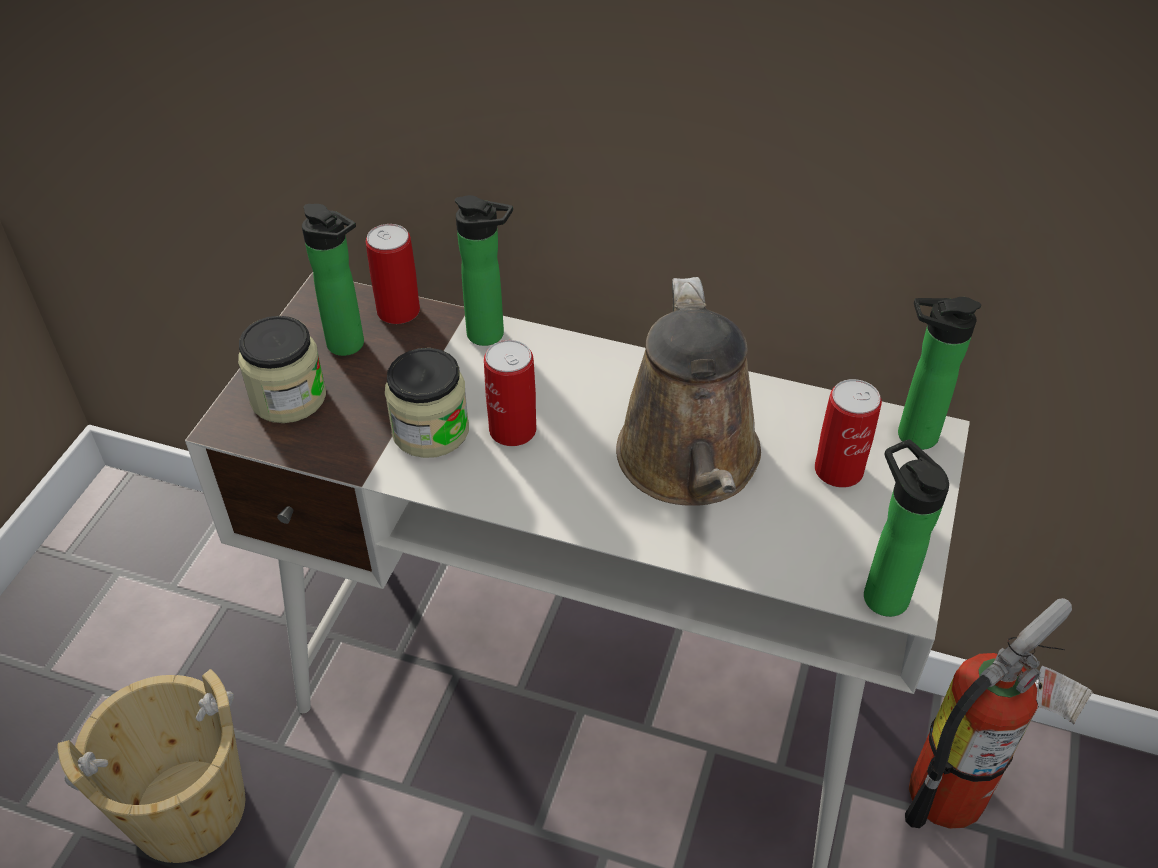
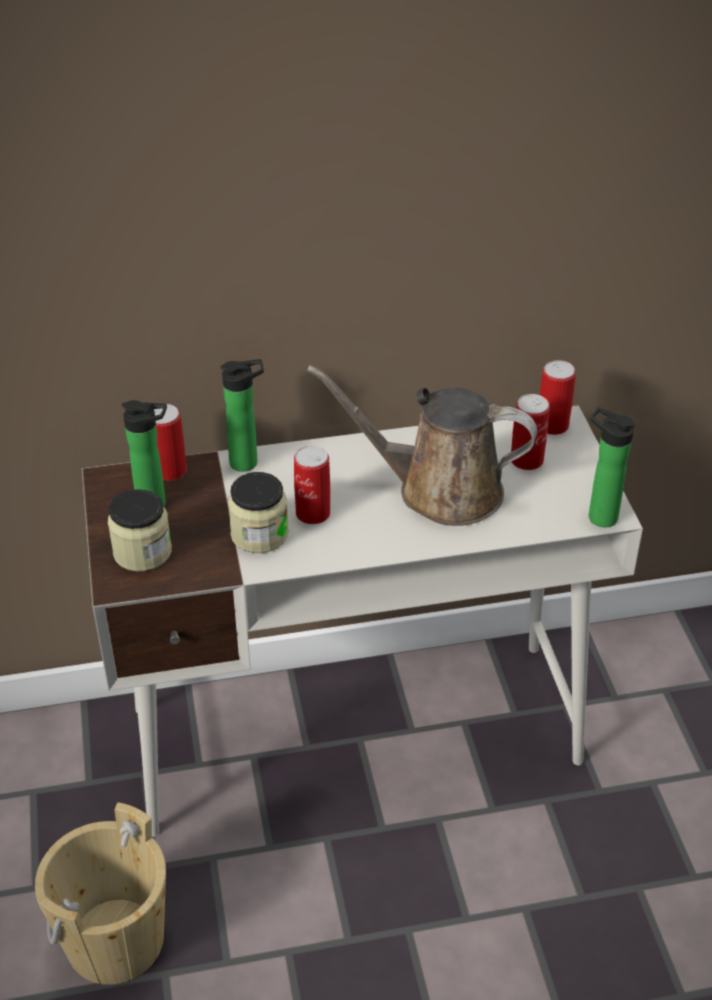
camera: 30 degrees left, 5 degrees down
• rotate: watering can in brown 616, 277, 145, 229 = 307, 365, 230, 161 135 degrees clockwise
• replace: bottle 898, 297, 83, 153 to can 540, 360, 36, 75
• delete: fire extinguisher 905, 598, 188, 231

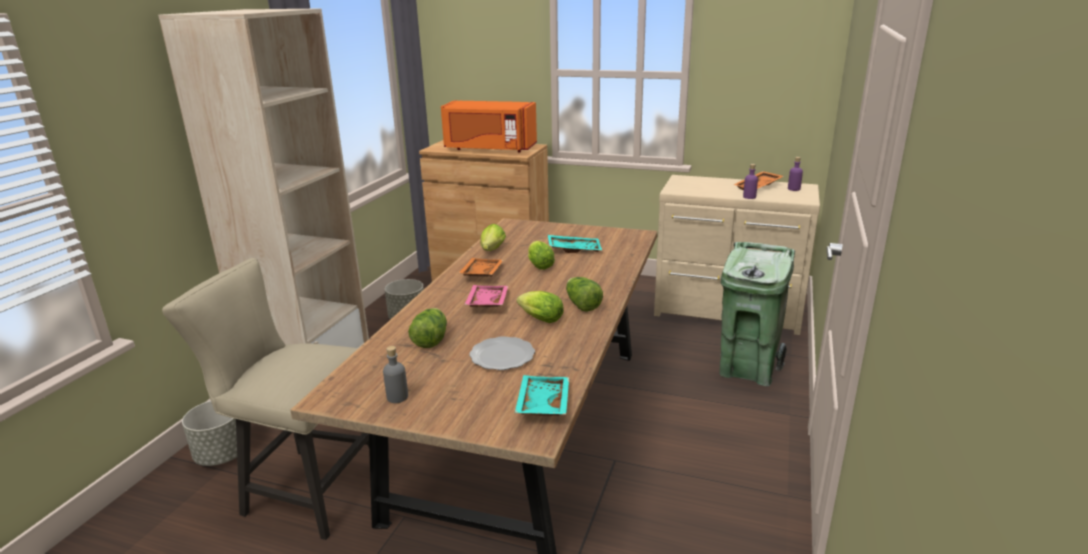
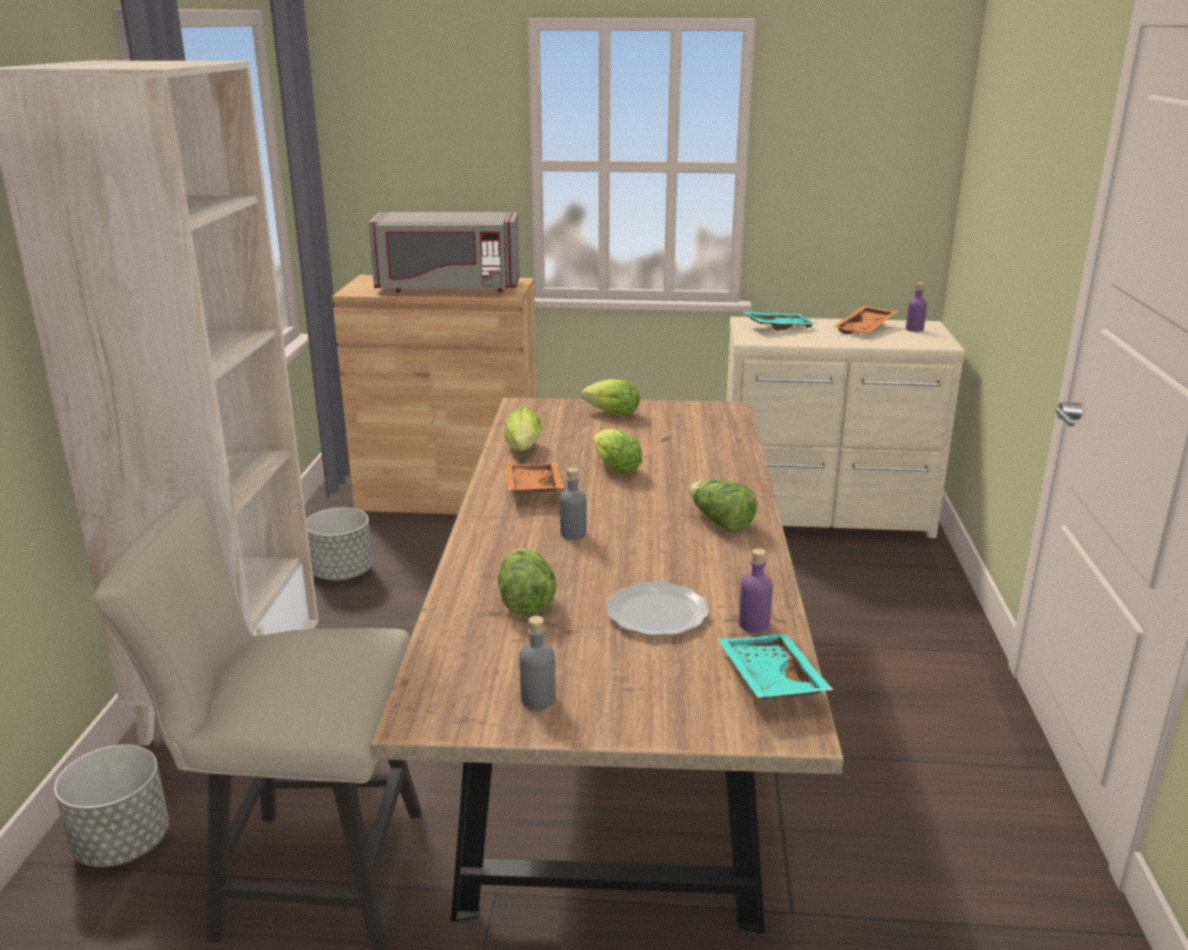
camera: 15 degrees left, 0 degrees up
• recolor: microwave in orange 441, 101, 96, 51 to microwave in grey 368, 212, 152, 80
• move: bottle in purple 743, 164, 15, 35 to 739, 548, 34, 84
• move: tray in turquoise 548, 235, 54, 18 to 742, 311, 75, 19
• delete: trash can in green 719, 242, 76, 144
• replace: tray in pink 464, 285, 44, 22 to bottle in grey 560, 467, 27, 73
• move: lettuce 517, 291, 47, 32 to 582, 379, 58, 37

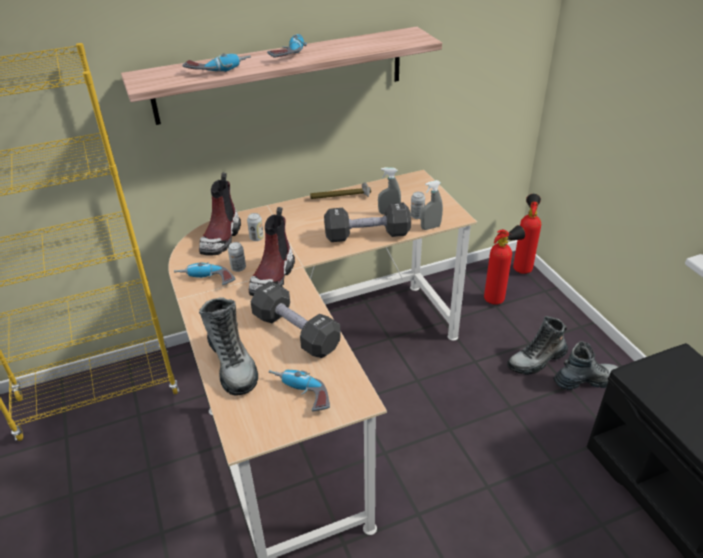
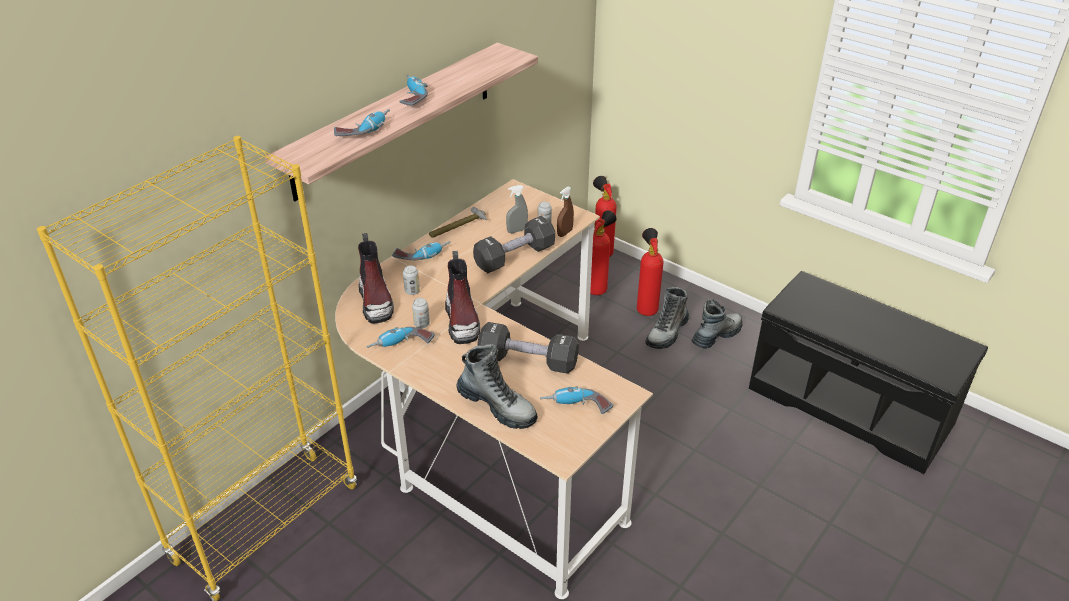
camera: 30 degrees left, 0 degrees up
• recolor: spray bottle in grey 421, 180, 22, 50 to spray bottle in brown 557, 187, 17, 50
• insert: fire extinguisher 637, 228, 26, 88
• insert: power drill 392, 241, 58, 19

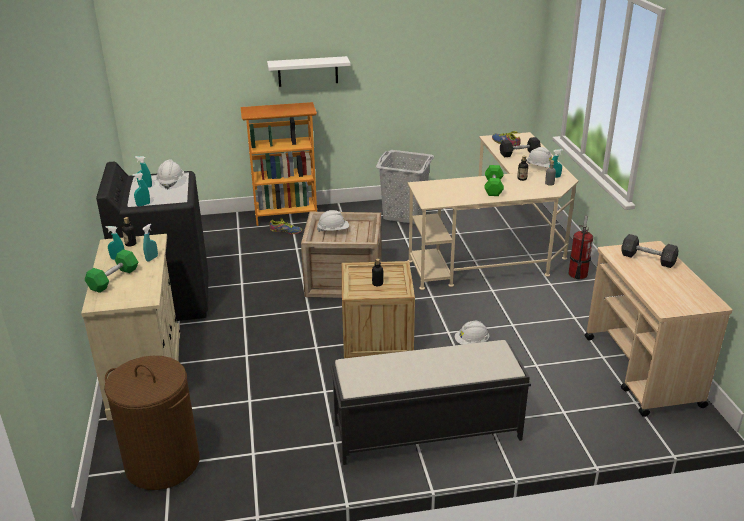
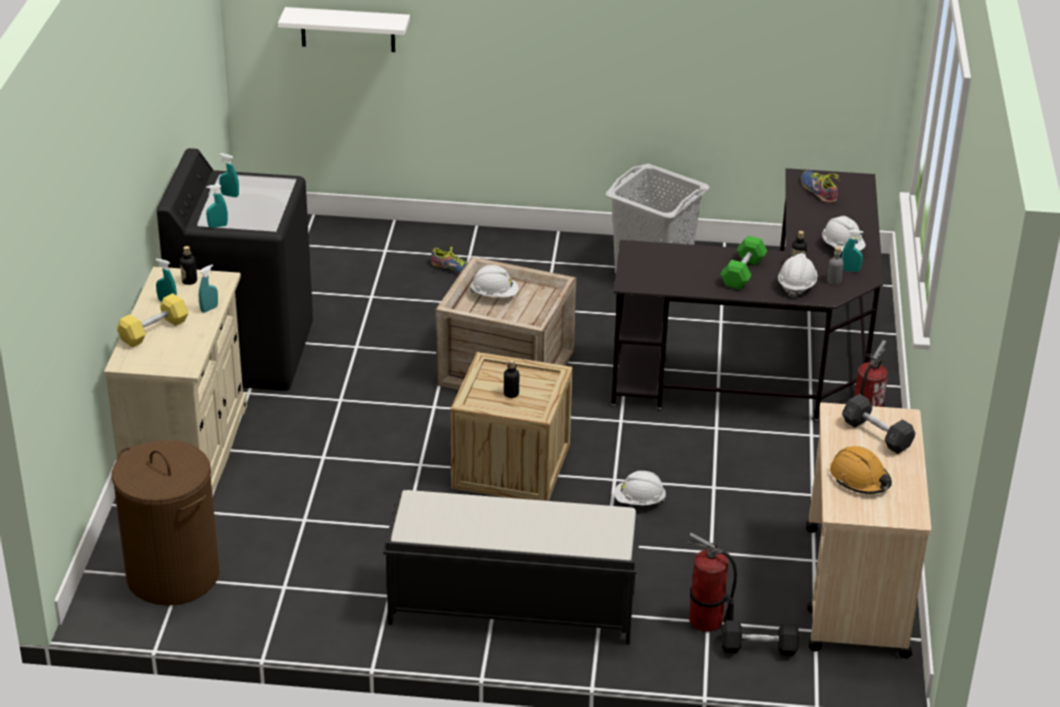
camera: 15 degrees right, 5 degrees up
• move: shelf in white 267, 56, 84, 31 to 278, 7, 132, 45
• delete: bookcase 241, 102, 76, 124
• recolor: desk in beige 408, 132, 170, 158 to desk in black 609, 168, 274, 254
• move: dumbbell in black 500, 137, 41, 20 to 721, 620, 78, 36
• move: hard hat in white 156, 159, 28, 30 to 778, 253, 40, 45
• recolor: dumbbell in green 84, 249, 54, 44 to dumbbell in yellow 117, 293, 71, 54
• insert: hard hat in orange 830, 446, 62, 48
• insert: fire extinguisher 687, 532, 50, 100

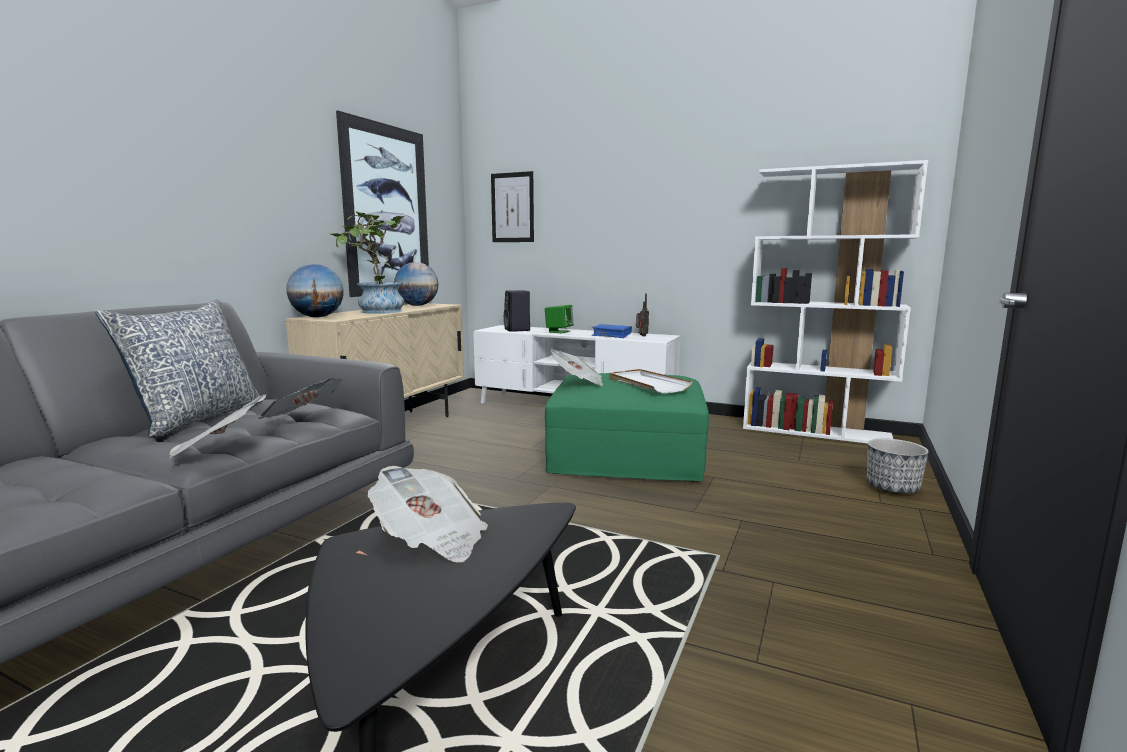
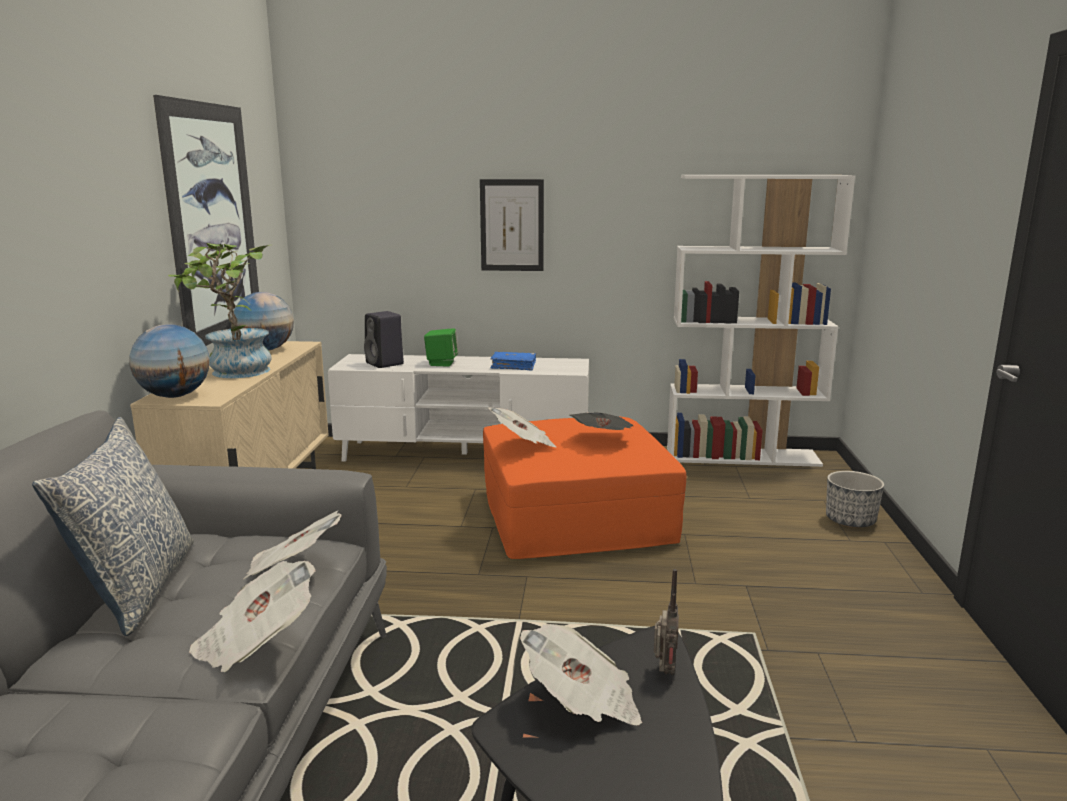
camera: 20 degrees left, 5 degrees up
• move: picture 491, 171, 43, 71 to 480, 179, 64, 92
• move: radio 636, 293, 13, 43 to 654, 569, 25, 106
• replace: tray in white 609, 369, 83, 24 to newspaper 569, 413, 64, 17
• recolor: ottoman in green 545, 373, 164, 109 to ottoman in orange 483, 416, 203, 143

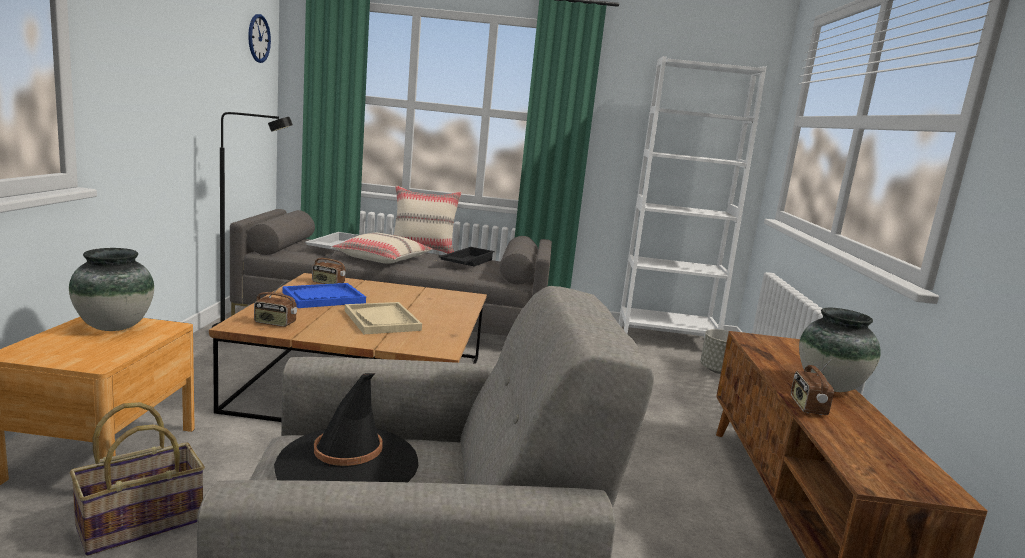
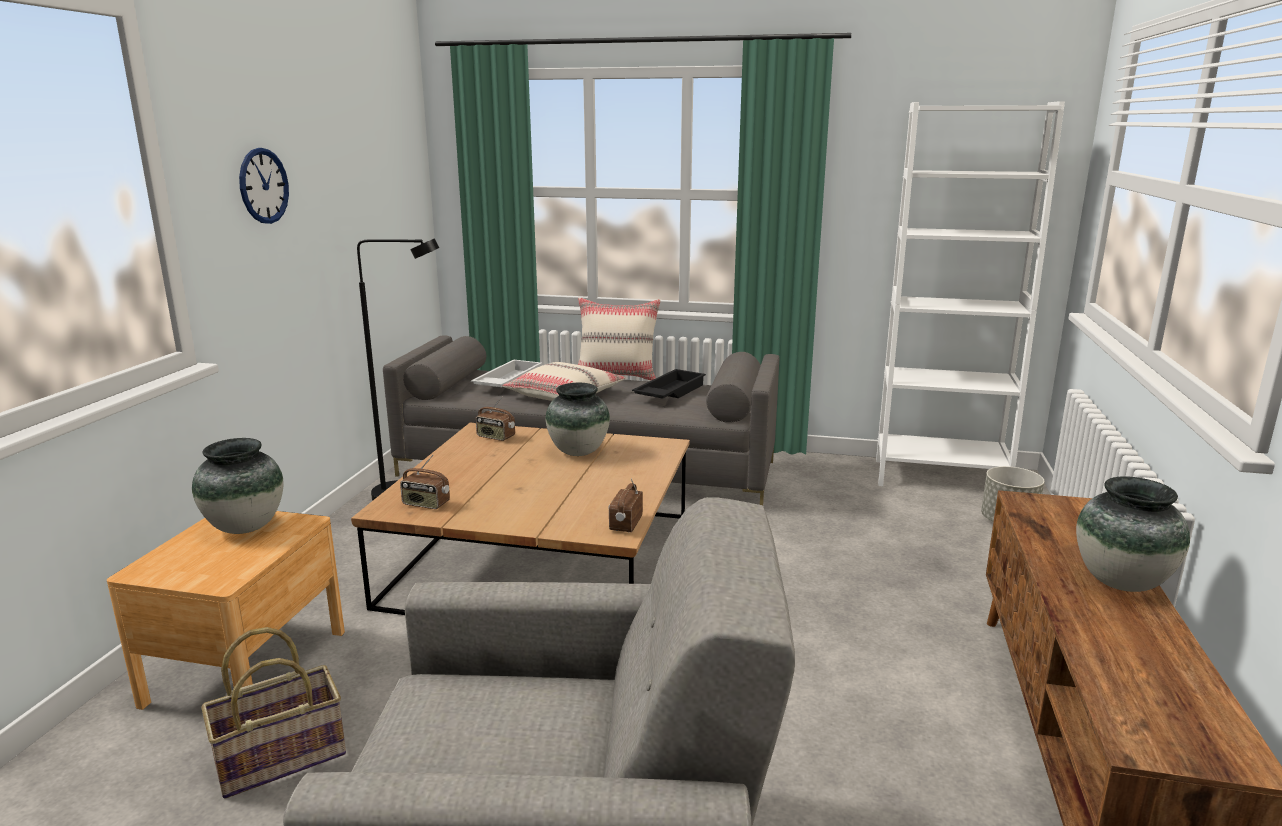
camera: 10 degrees right, 5 degrees up
• move: wall clock 248, 14, 23, 49 to 239, 148, 50, 76
• delete: tray in blue 283, 283, 83, 25
• delete: tray in beige 345, 302, 77, 32
• move: radio 791, 359, 43, 56 to 608, 478, 35, 54
• delete: hat in black 274, 373, 144, 109
• insert: vase 545, 383, 65, 73

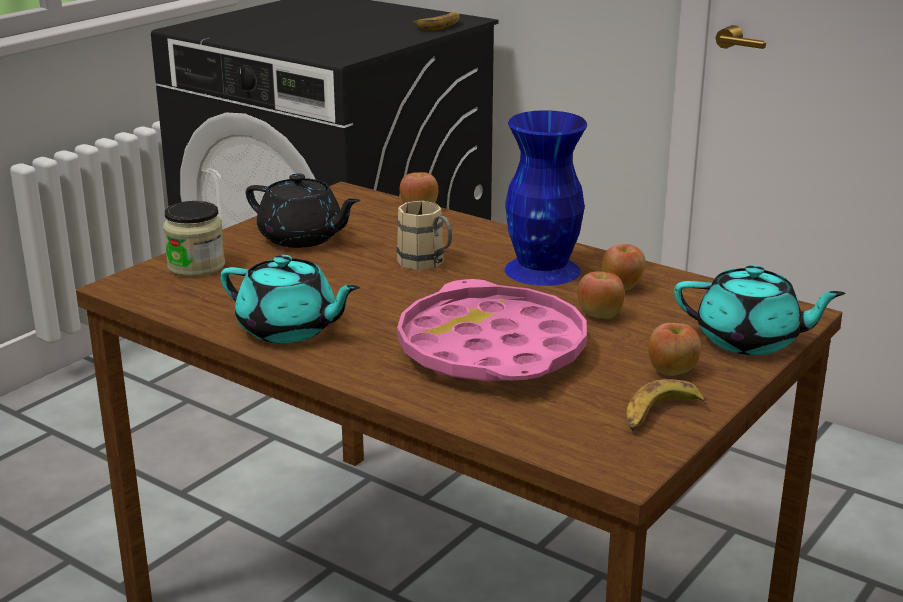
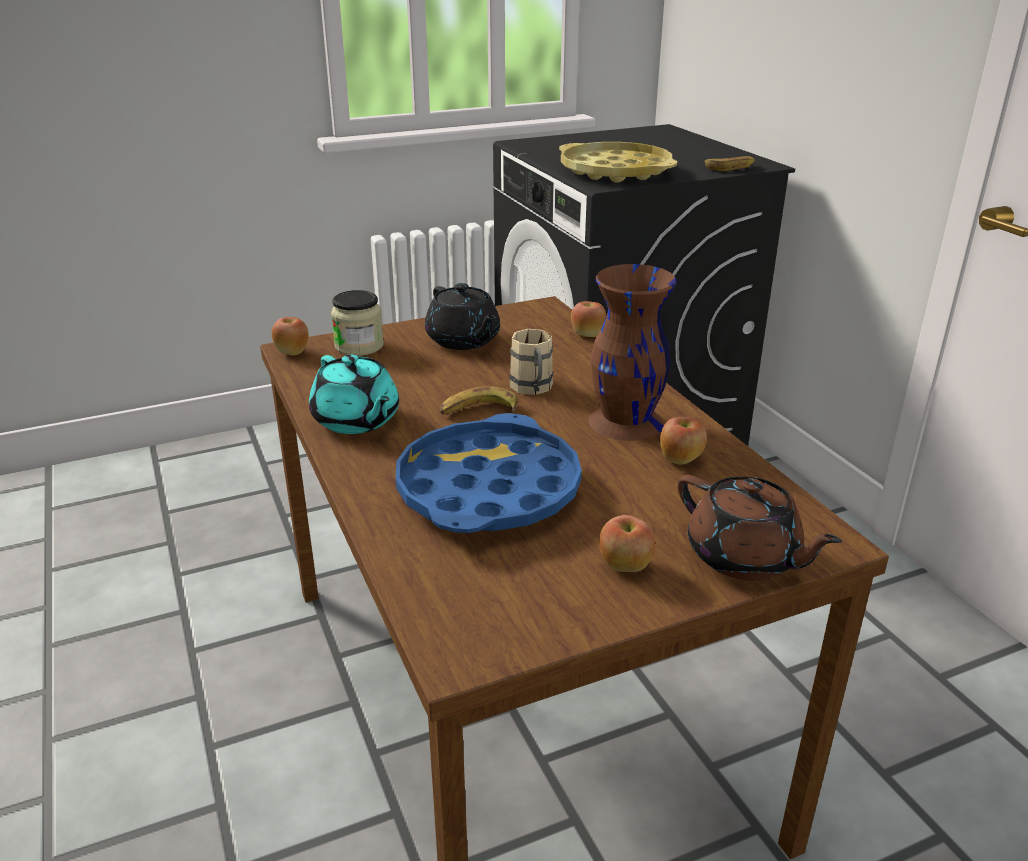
camera: 30 degrees right, 5 degrees up
• recolor: vase in blue 505, 110, 82, 176 to vase in brown 588, 264, 89, 177
• recolor: teapot in turquoise 674, 265, 171, 90 to teapot in brown 677, 475, 165, 105
• move: apple 578, 271, 47, 48 to 272, 317, 36, 39
• recolor: tray in pink 397, 279, 190, 102 to tray in blue 396, 413, 186, 120
• move: banana 626, 379, 81, 52 to 440, 386, 78, 28
• insert: tray in yellow 559, 142, 118, 41

